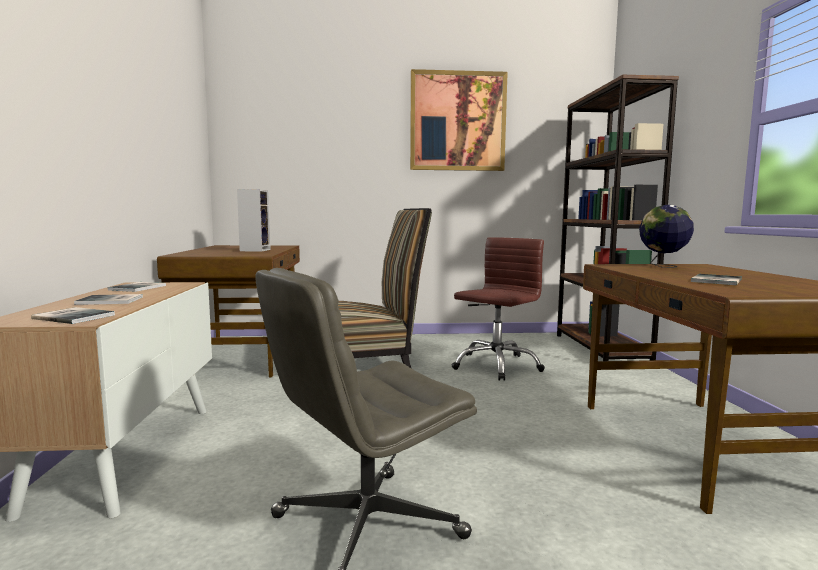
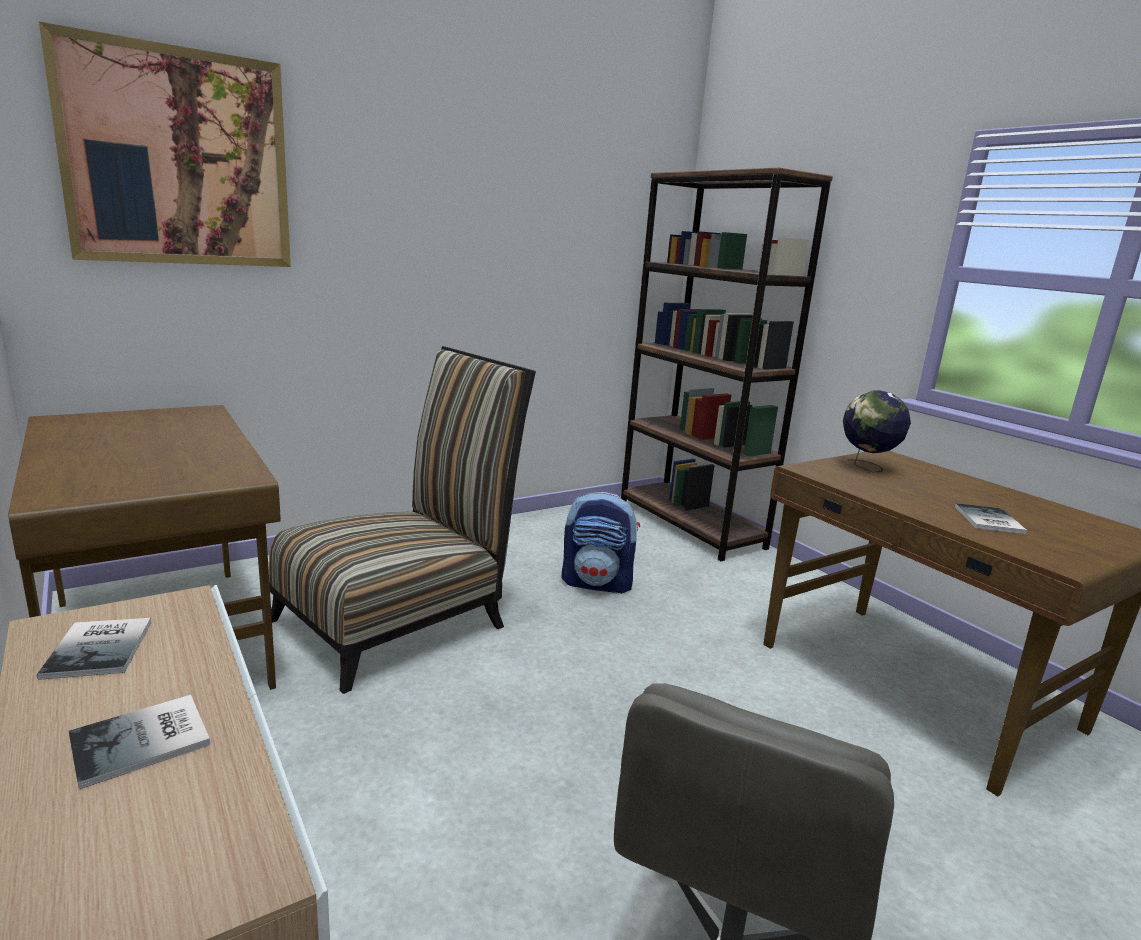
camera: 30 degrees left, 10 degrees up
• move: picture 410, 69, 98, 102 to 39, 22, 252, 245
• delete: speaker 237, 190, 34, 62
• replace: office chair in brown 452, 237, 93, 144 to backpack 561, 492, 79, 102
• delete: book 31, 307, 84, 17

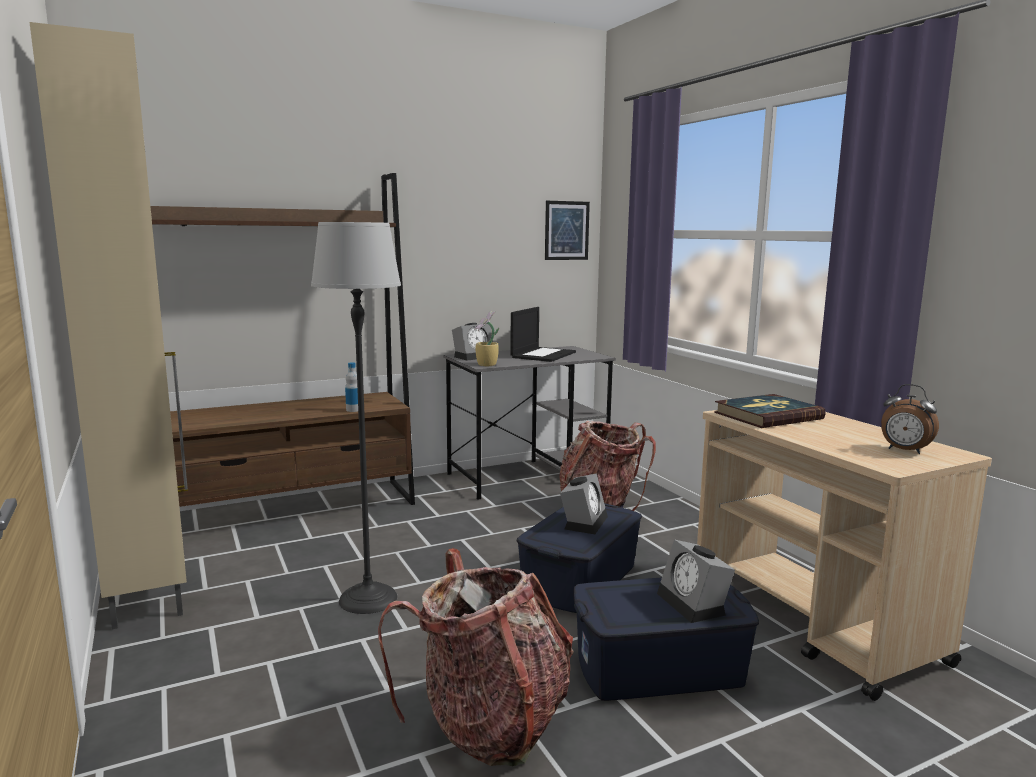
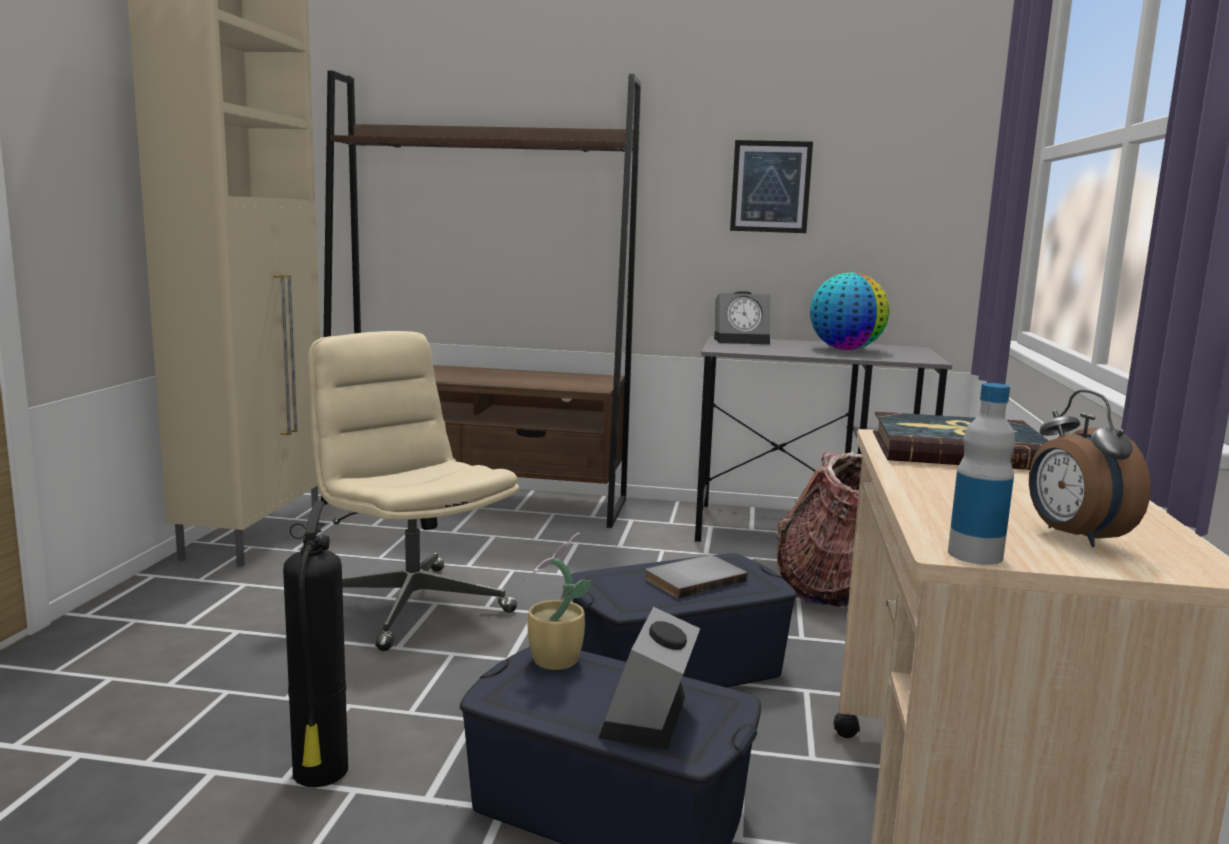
camera: 35 degrees right, 0 degrees up
• move: picture 545, 201, 45, 59 to 730, 140, 83, 93
• replace: floor lamp 311, 222, 90, 392 to office chair in beige 307, 331, 213, 320
• replace: laptop 510, 307, 66, 55 to globe 810, 272, 79, 78
• move: potted plant 474, 311, 25, 55 to 522, 532, 69, 138
• move: bottle 345, 362, 13, 50 to 948, 383, 67, 182
• replace: alarm clock 560, 473, 48, 61 to book in grey 645, 555, 103, 44
• replace: backpack 378, 548, 196, 218 to fire extinguisher 283, 502, 65, 285

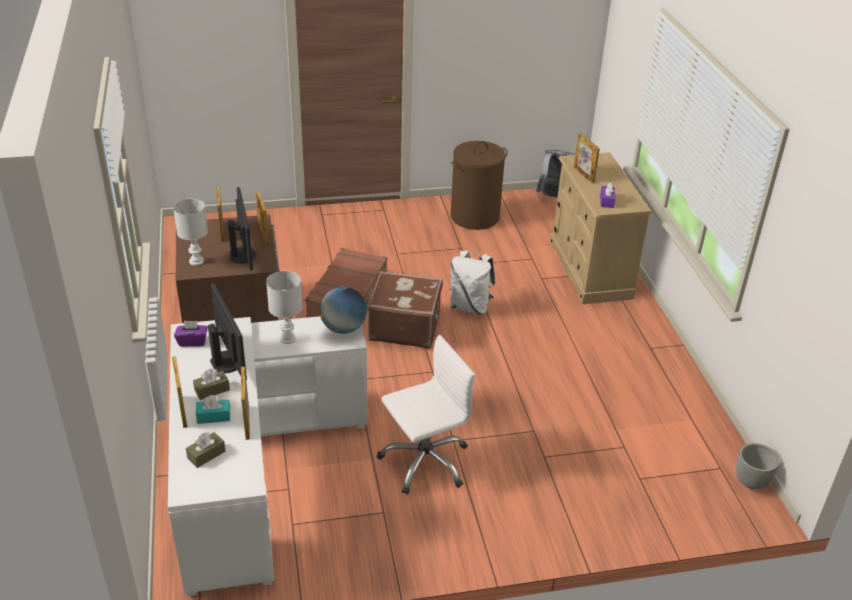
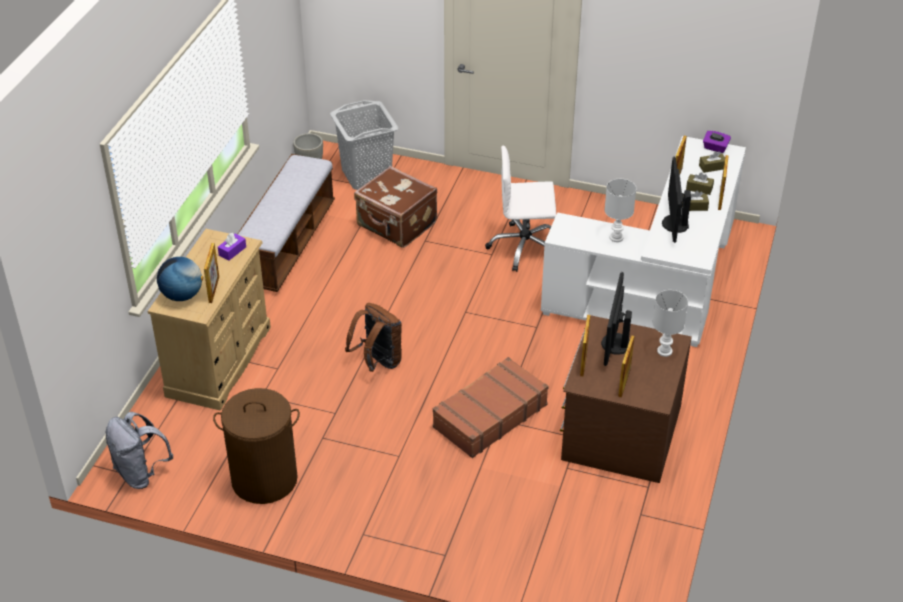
camera: 150 degrees left, 5 degrees up
• recolor: backpack in white 450, 250, 45, 65 to backpack in brown 345, 303, 57, 69
• move: suitcase in brown 367, 271, 76, 78 to 354, 166, 83, 82
• move: globe 319, 286, 48, 48 to 157, 257, 46, 44
• move: tissue box in purple 174, 321, 34, 26 to 703, 131, 28, 22
• recolor: tissue box in turquoise 196, 395, 34, 29 to tissue box in brown 686, 172, 28, 23
• insert: laundry basket in grey 330, 100, 68, 90
• insert: bench 237, 154, 98, 138

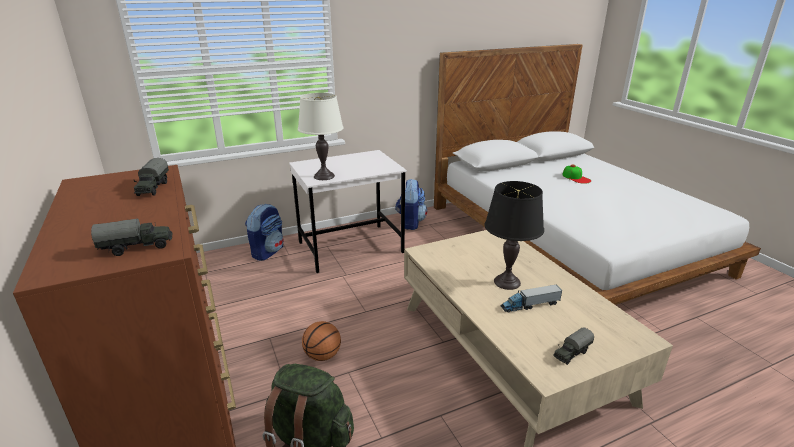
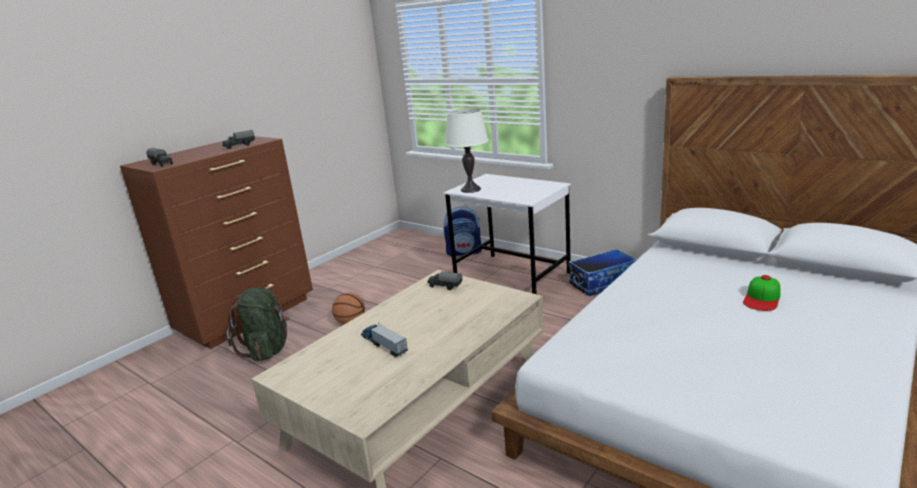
camera: 65 degrees right, 5 degrees down
• replace: backpack 395, 179, 32, 51 to storage box 568, 249, 69, 47
• delete: table lamp in black 484, 181, 60, 109
• move: toy truck 553, 328, 41, 37 to 427, 271, 35, 19

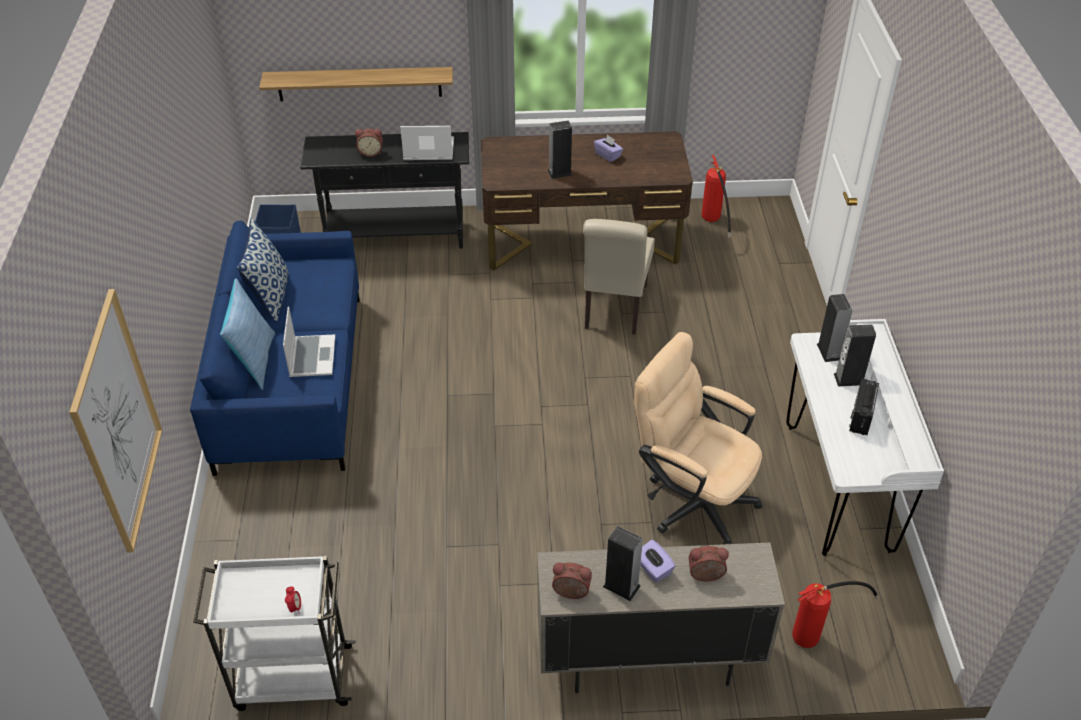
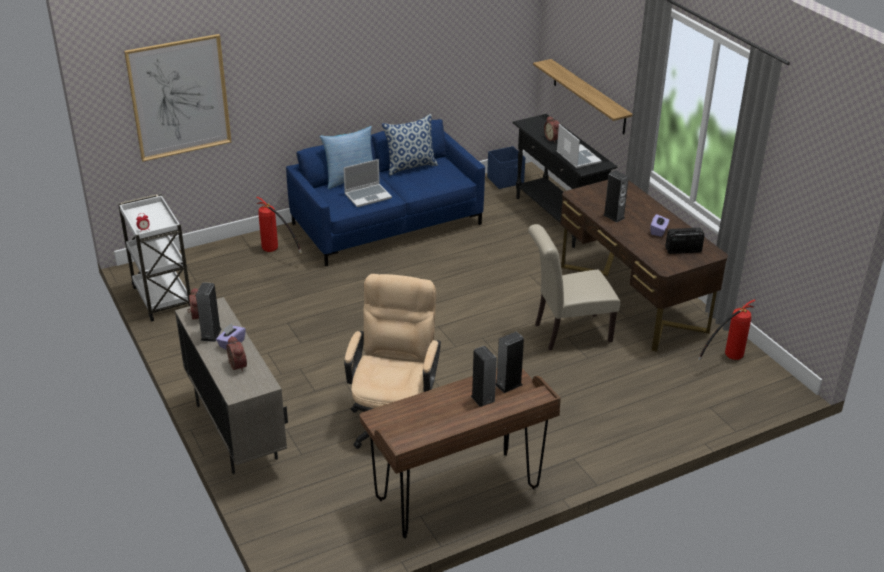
camera: 65 degrees right, 10 degrees down
• recolor: desk in white 786, 319, 158, 237 to desk in brown 360, 368, 201, 170
• move: radio 849, 379, 30, 56 to 665, 228, 39, 26
• move: fire extinguisher 792, 581, 86, 67 to 256, 197, 46, 57

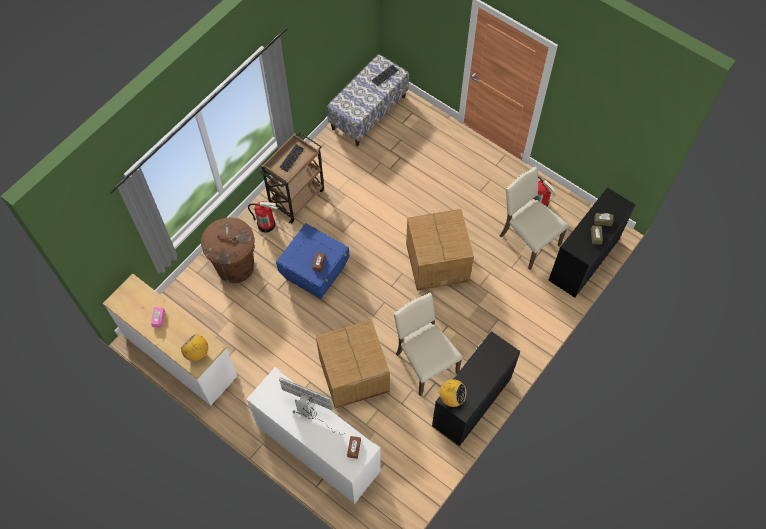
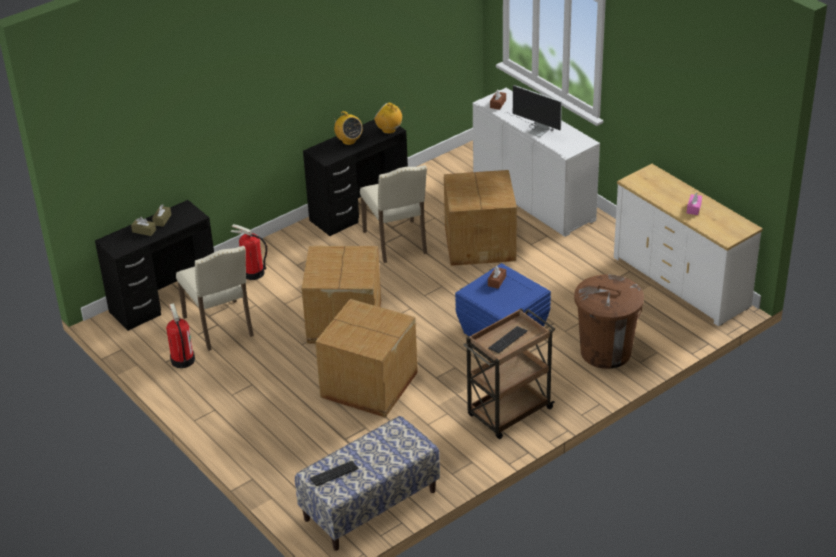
camera: 165 degrees left, 25 degrees down
• move: fire extinguisher 248, 201, 30, 32 to 230, 224, 37, 56
• move: radio 181, 334, 27, 27 to 334, 111, 28, 34
• insert: cardboard box 315, 299, 103, 119

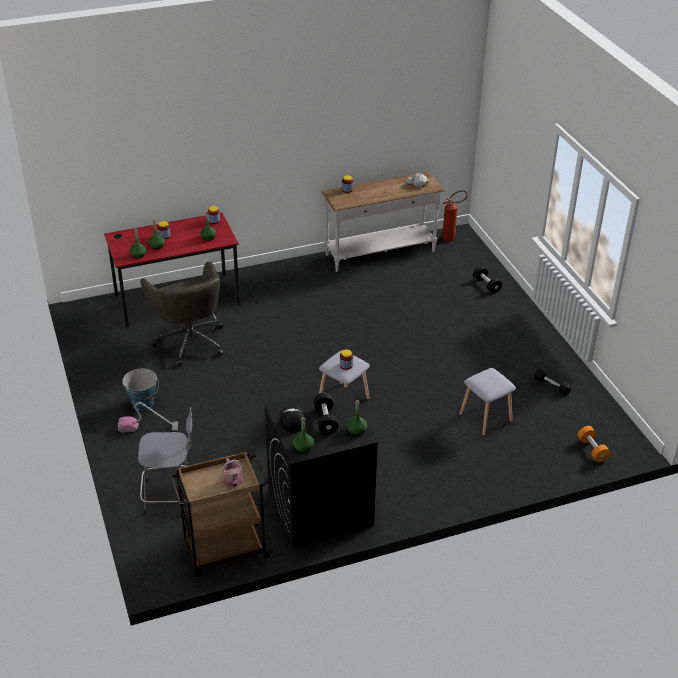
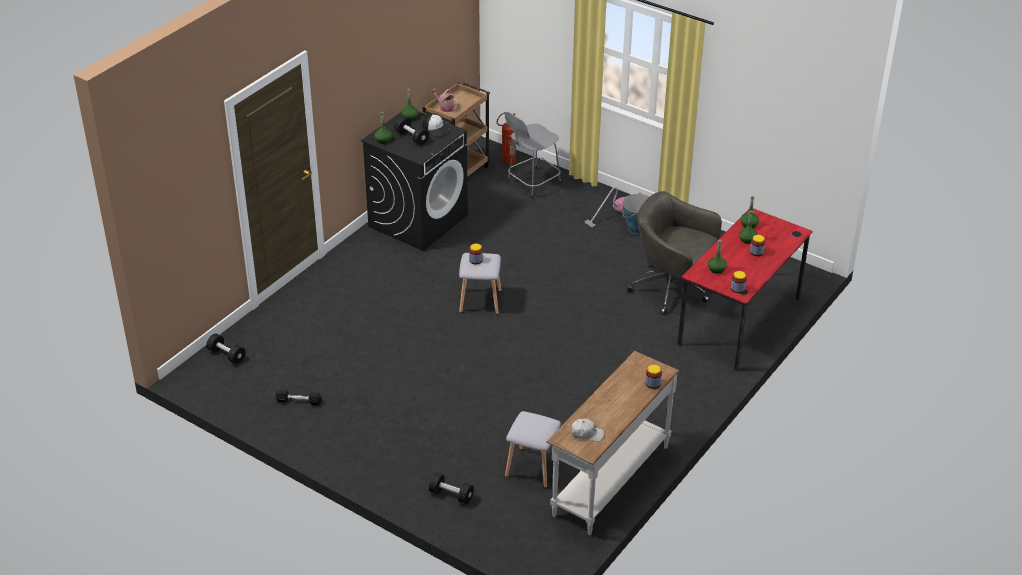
camera: 145 degrees right, 0 degrees up
• move: fire extinguisher 442, 190, 25, 51 to 497, 112, 19, 52
• move: stool in grey 459, 368, 57, 68 to 505, 411, 56, 77
• recolor: dumbbell in orange 577, 426, 33, 36 to dumbbell in black 206, 334, 40, 30

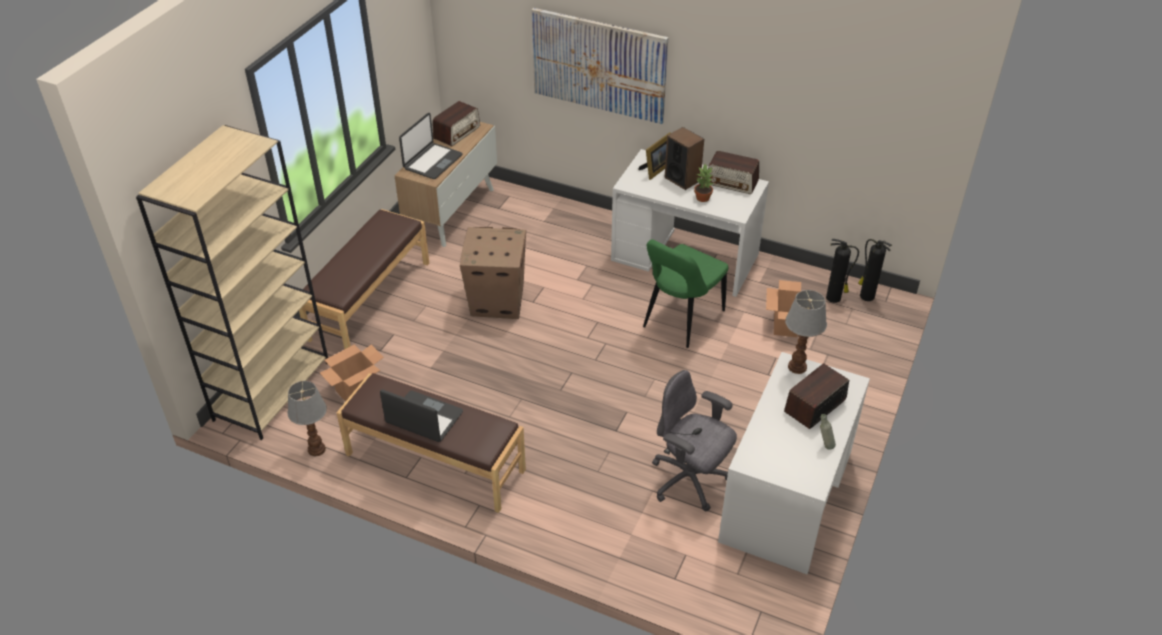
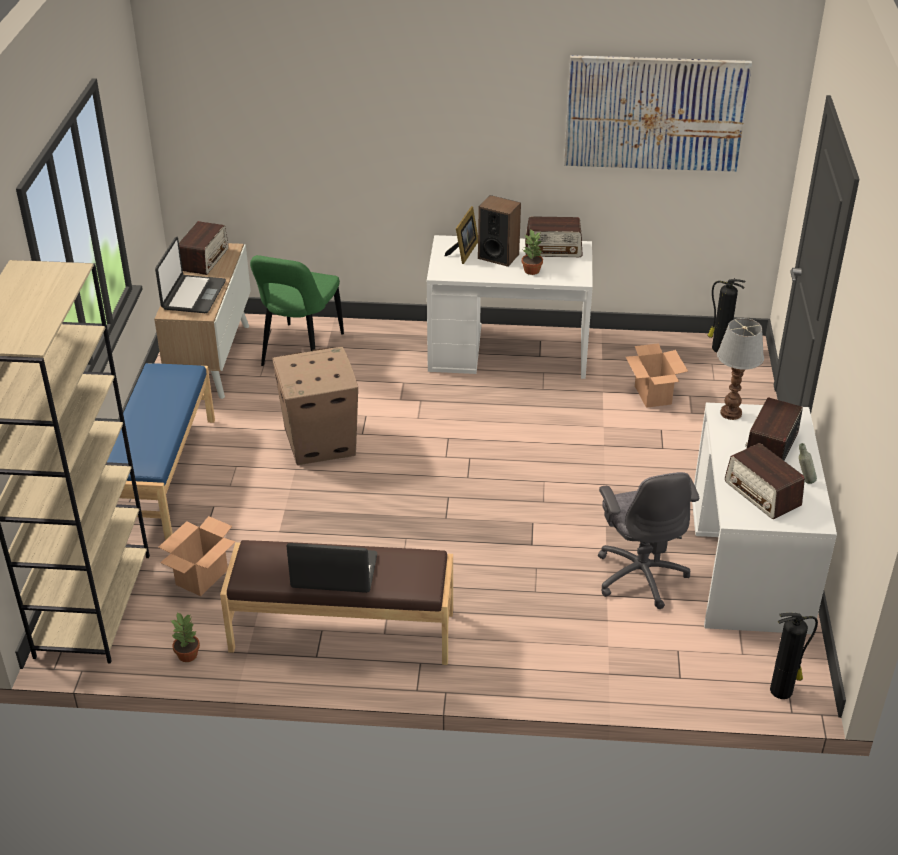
camera: 20 degrees left, 5 degrees down
• move: picture 532, 8, 136, 116 to 564, 55, 188, 117
• recolor: bench in brown 299, 209, 131, 141 to bench in blue 107, 363, 108, 177
• move: chair in green 643, 239, 85, 109 to 250, 255, 94, 111
• move: fire extinguisher 826, 239, 33, 64 to 770, 613, 48, 86
• rotate: office chair in grey 652, 370, 85, 141 = 598, 472, 101, 137 120 degrees counterclockwise
• replace: table lamp 288, 381, 39, 75 to potted plant 171, 612, 29, 50
• insert: radio 725, 443, 80, 76

